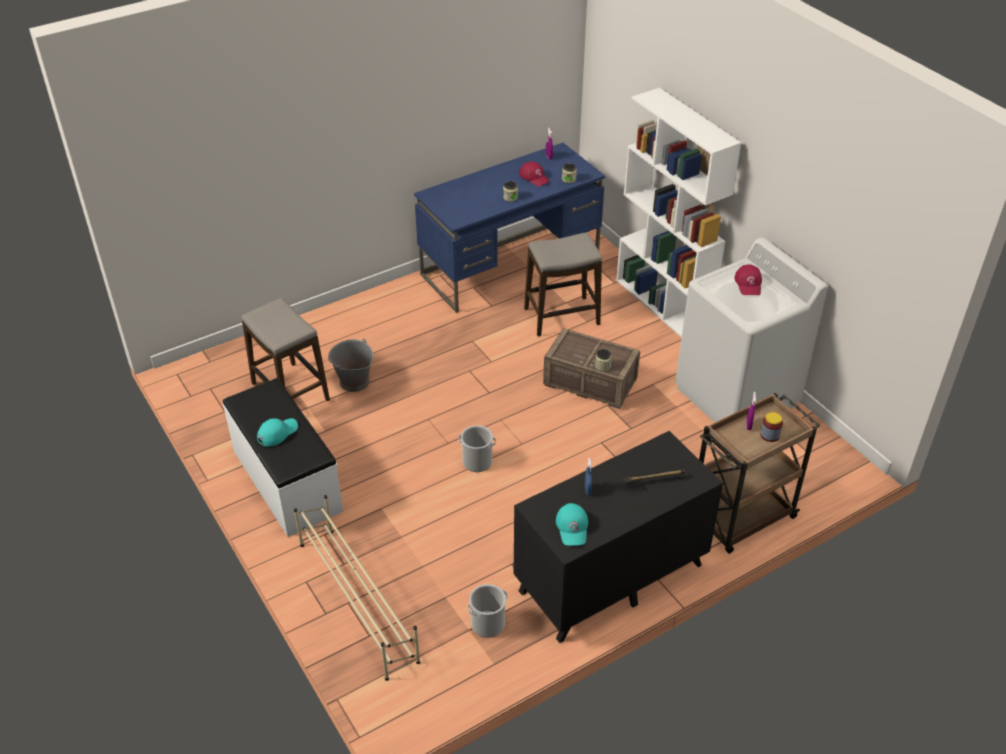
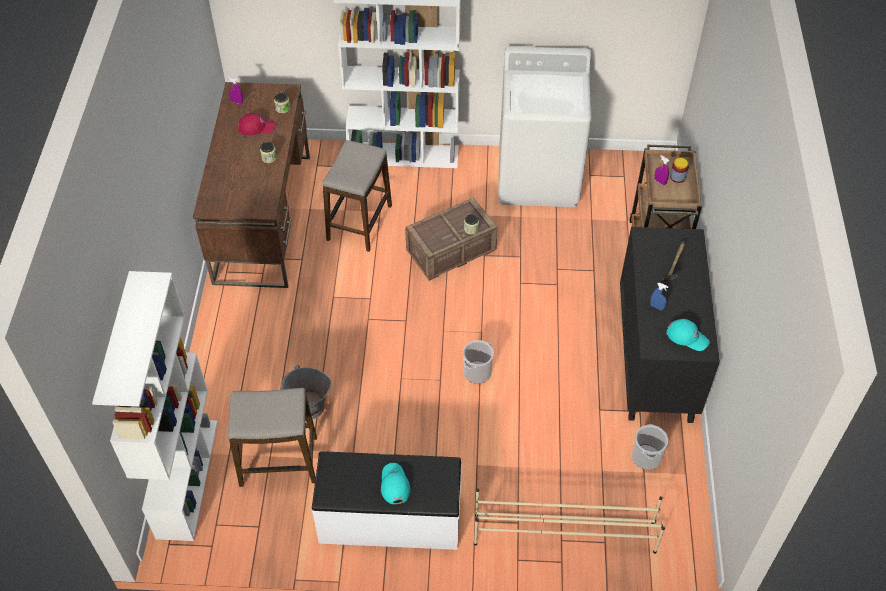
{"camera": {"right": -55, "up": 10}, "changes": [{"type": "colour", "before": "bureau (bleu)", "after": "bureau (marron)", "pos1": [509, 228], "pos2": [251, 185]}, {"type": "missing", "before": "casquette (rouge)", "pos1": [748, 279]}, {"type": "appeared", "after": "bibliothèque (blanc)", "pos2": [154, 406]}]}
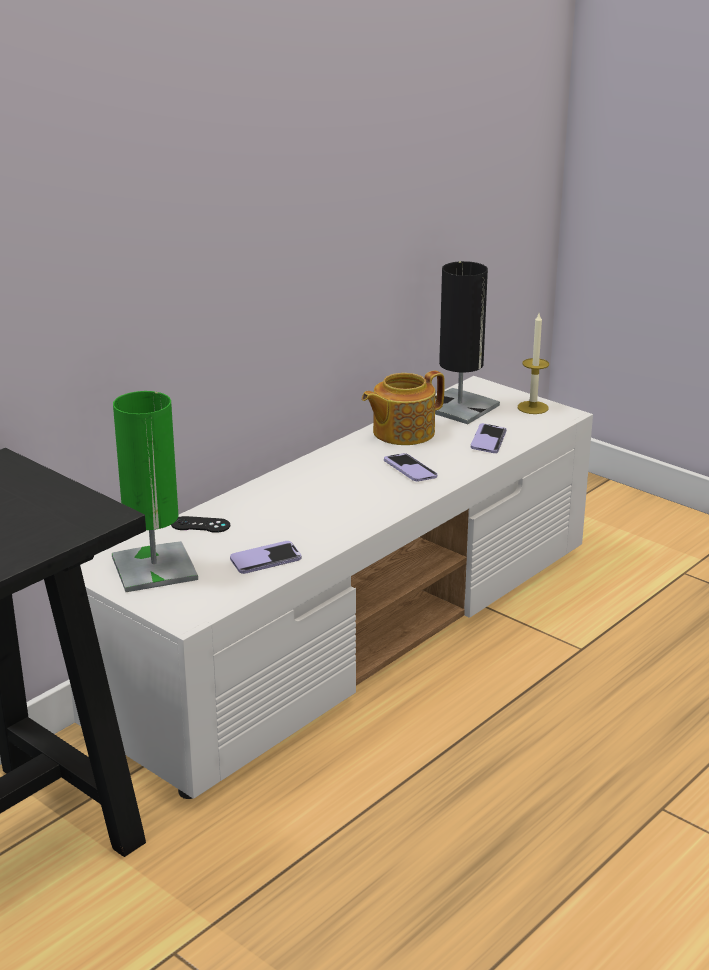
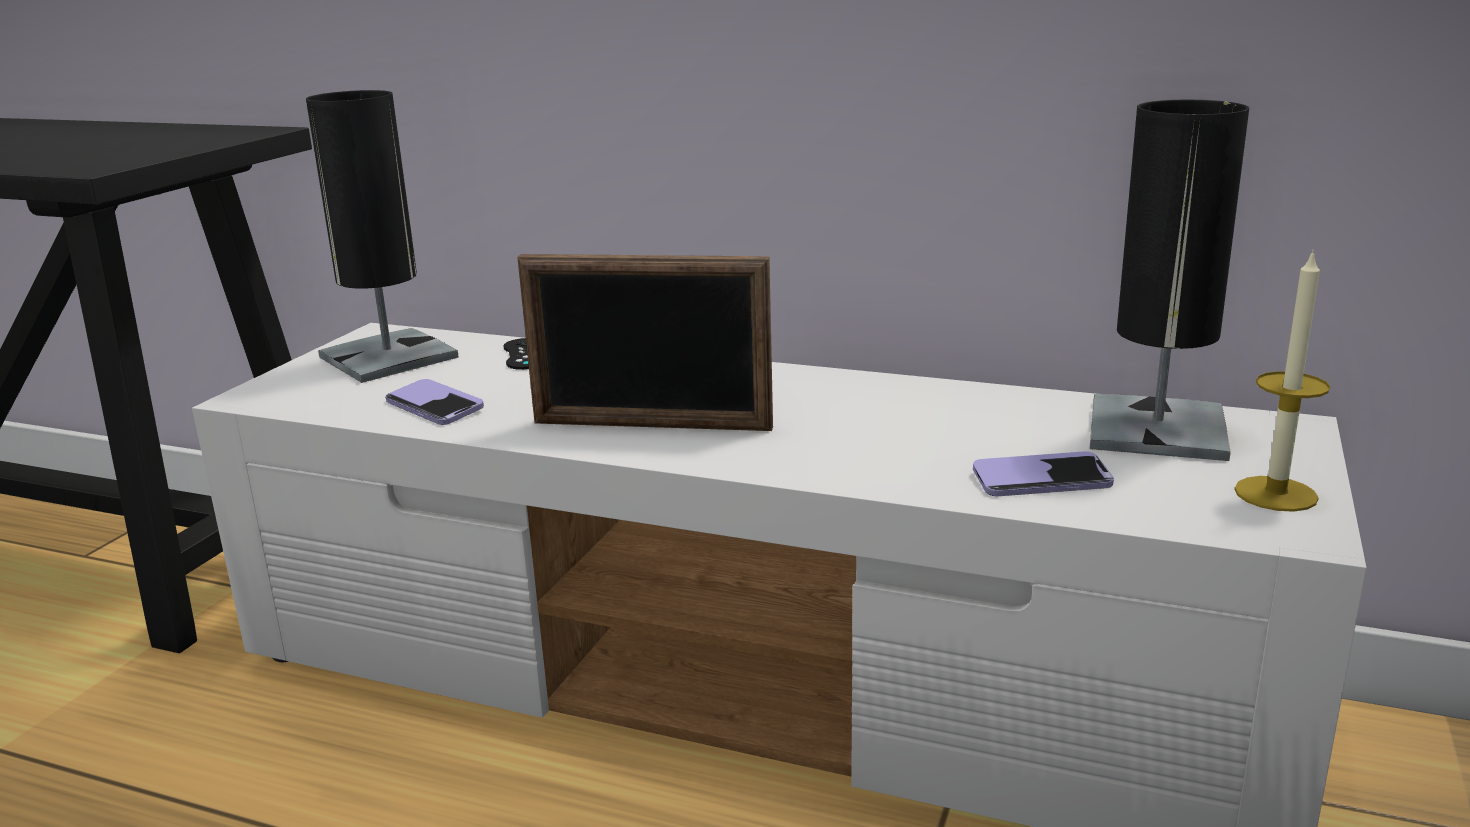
{"camera": {"right": 70, "up": -5}, "changes": [{"type": "colour", "before": "lampe de table (vert)", "after": "lampe de table (noir)", "pos1": [155, 491], "pos2": [382, 236]}, {"type": "missing", "before": "théière", "pos1": [403, 408]}, {"type": "missing", "before": "téléphone", "pos1": [411, 467]}, {"type": "appeared", "after": "cadre photo", "pos2": [645, 342]}]}
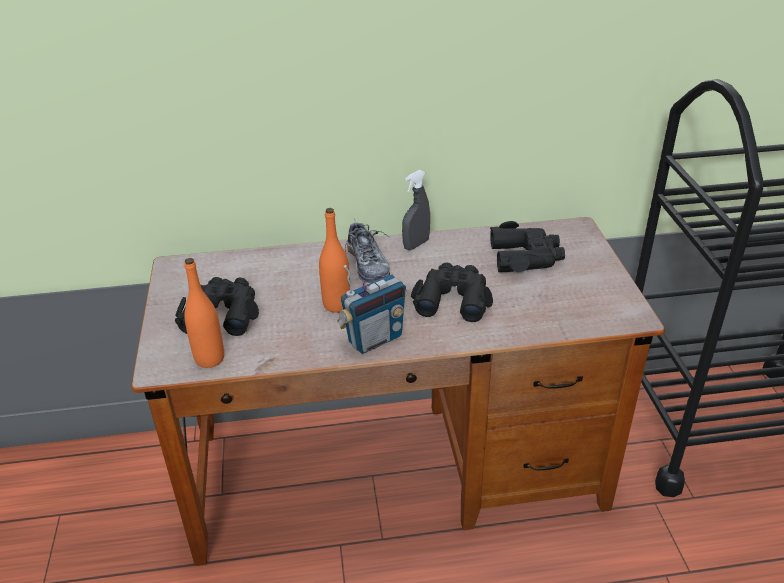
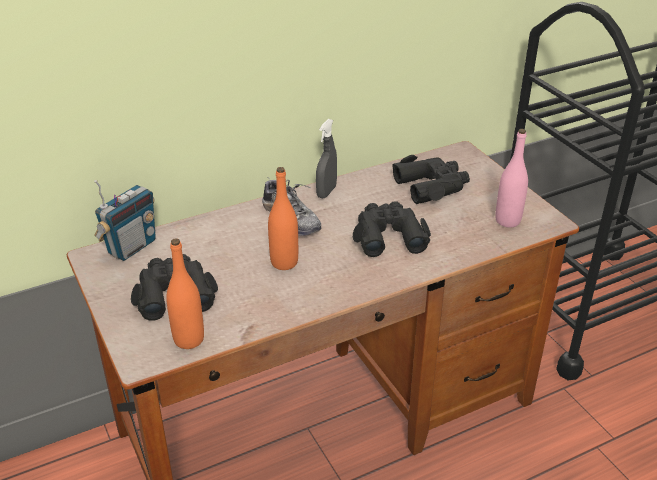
{"camera": {"right": -20, "up": 0}, "changes": [{"type": "relocated", "before": "radio", "pos1": [372, 309], "pos2": [125, 220]}, {"type": "appeared", "after": "bouteille (rose)", "pos2": [511, 178]}]}
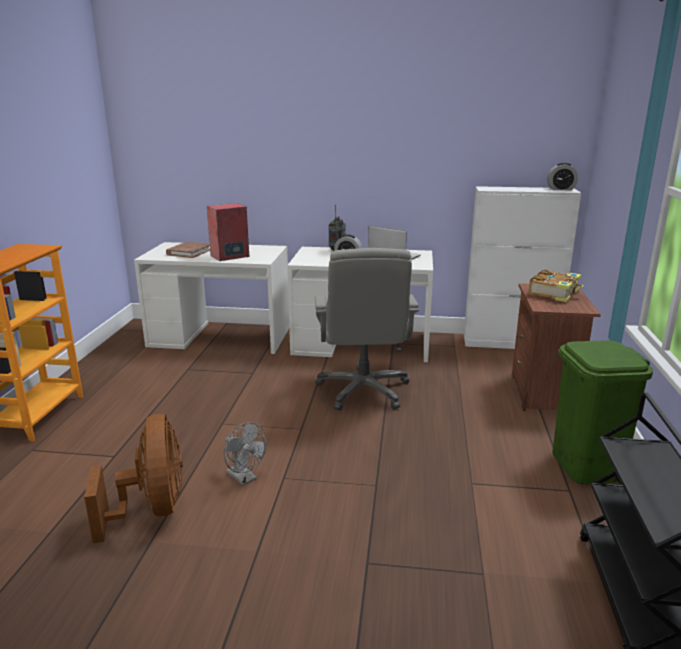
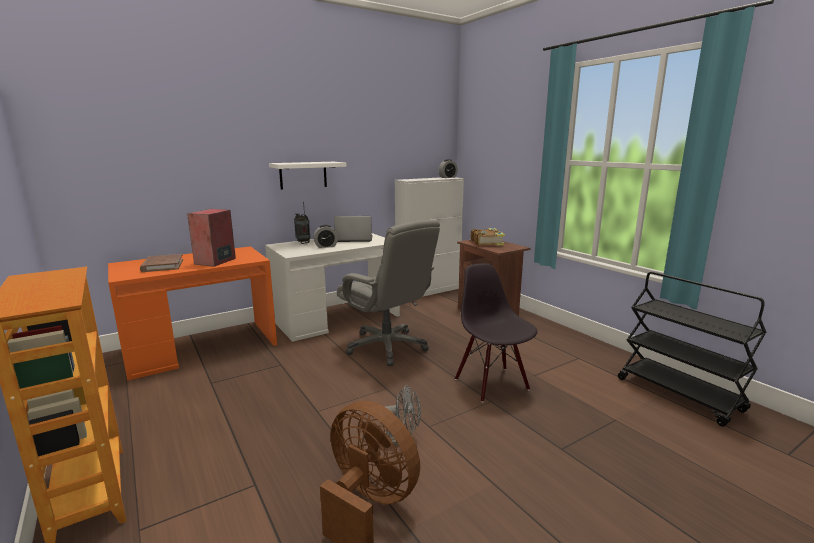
{"camera": {"right": -40, "up": -5}, "changes": [{"type": "colour", "before": "bureau (blanc)", "after": "bureau (orange)", "pos1": [211, 298], "pos2": [192, 313]}, {"type": "missing", "before": "poubelle (vert)", "pos1": [602, 412]}, {"type": "appeared", "after": "étagère (blanc)", "pos2": [308, 176]}, {"type": "appeared", "after": "chaise (noir)", "pos2": [496, 332]}]}
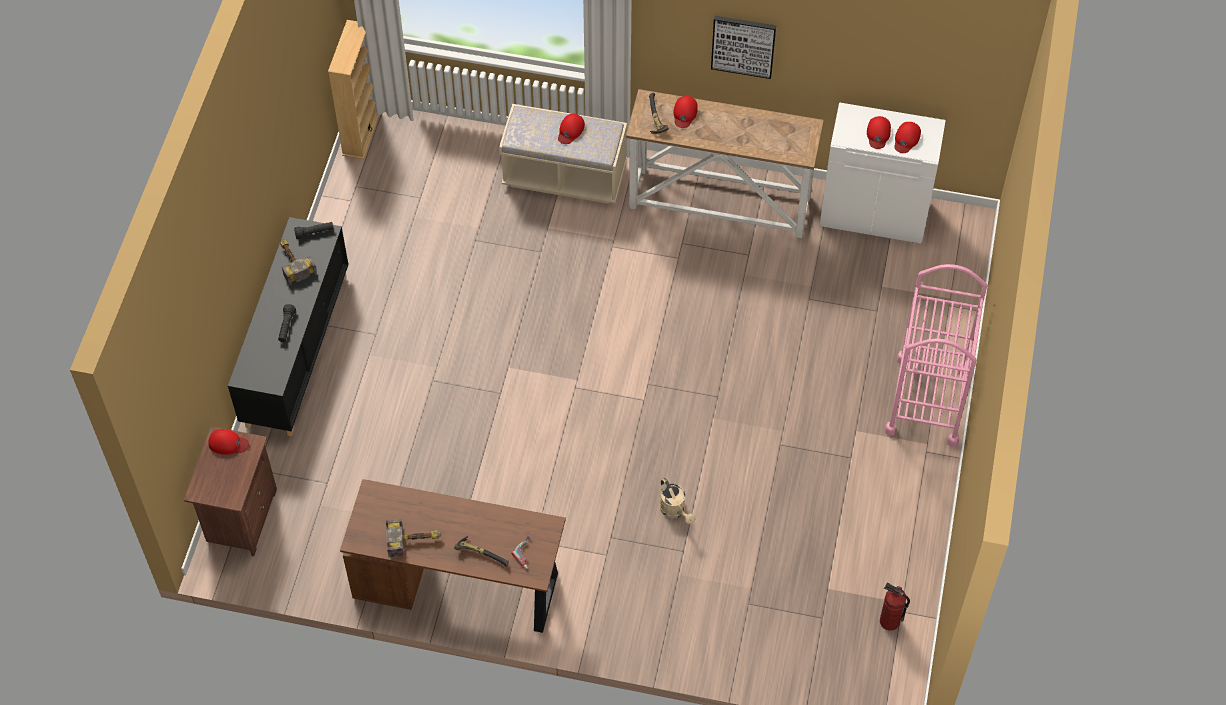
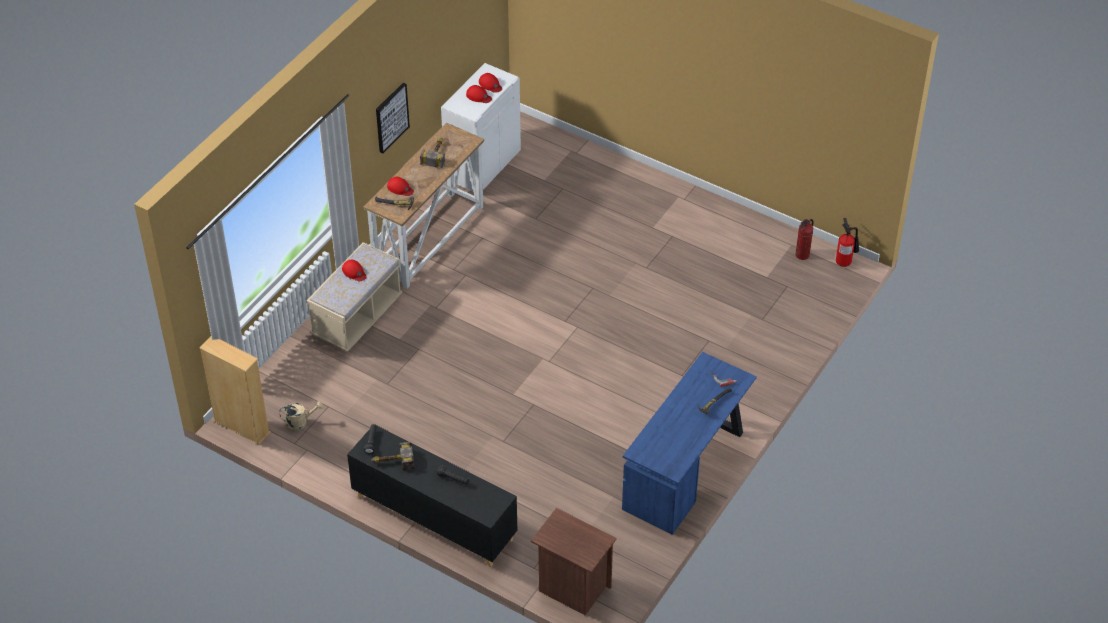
{"camera": {"right": -70, "up": -10}, "changes": [{"type": "missing", "before": "casquette (rouge)", "pos1": [229, 442]}, {"type": "colour", "before": "bureau (marron)", "after": "bureau (bleu)", "pos1": [453, 556], "pos2": [689, 443]}, {"type": "relocated", "before": "marteau", "pos1": [414, 538], "pos2": [432, 153]}, {"type": "relocated", "before": "arrosoir (beige)", "pos1": [677, 501], "pos2": [301, 416]}, {"type": "missing", "before": "chariot (rose)", "pos1": [936, 355]}, {"type": "appeared", "after": "extincteur", "pos2": [847, 242]}]}
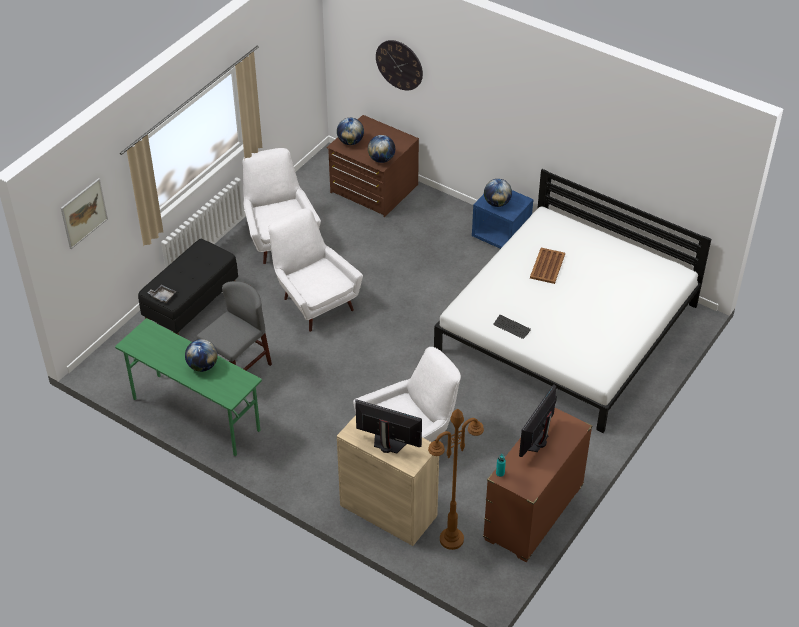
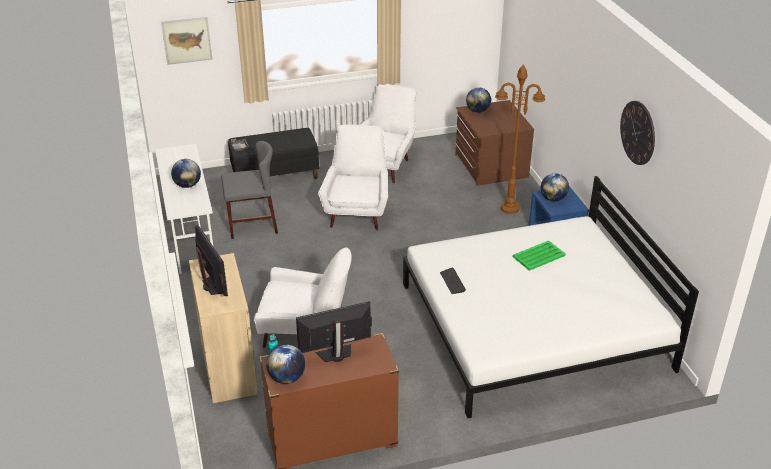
{"camera": {"right": 40, "up": -10}, "changes": [{"type": "colour", "before": "bureau (vert)", "after": "bureau (blanc)", "pos1": [188, 387], "pos2": [184, 209]}, {"type": "relocated", "before": "globe", "pos1": [381, 149], "pos2": [285, 364]}, {"type": "relocated", "before": "horloge murale", "pos1": [399, 65], "pos2": [637, 133]}, {"type": "relocated", "before": "lampadaire (marron)", "pos1": [456, 479], "pos2": [520, 139]}, {"type": "colour", "before": "plateau (marron)", "after": "plateau (vert)", "pos1": [547, 266], "pos2": [539, 255]}]}
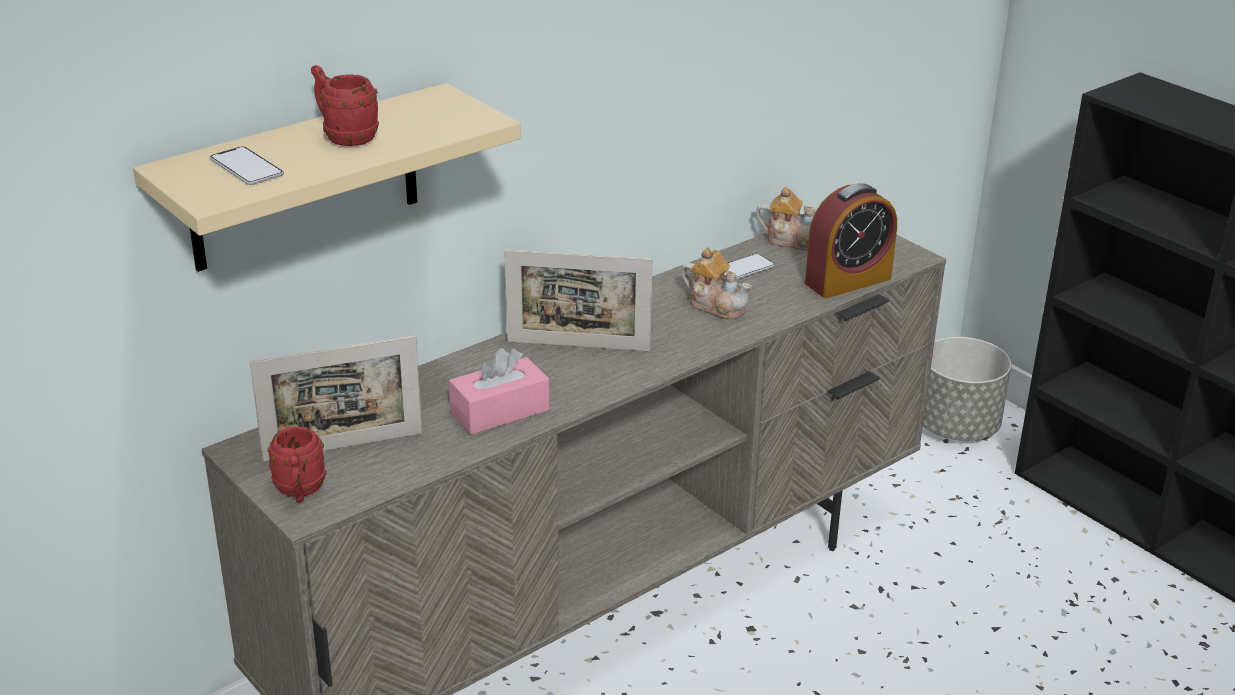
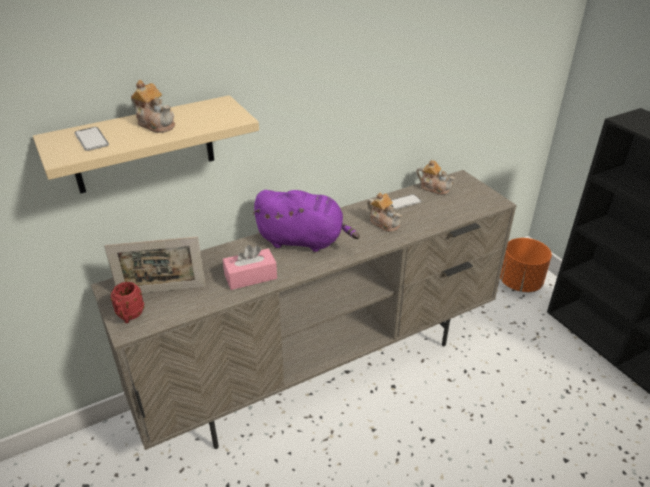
{"camera": {"right": 10, "up": 5}, "changes": [{"type": "exchanged", "before": "mug (rouge)", "after": "théière", "pos1": [345, 105], "pos2": [153, 106]}, {"type": "exchanged", "before": "cadre photo", "after": "peluche (violet)", "pos1": [578, 300], "pos2": [306, 221]}, {"type": "missing", "before": "réveil", "pos1": [851, 240]}, {"type": "colour", "before": "cache-pot (gris)", "after": "cache-pot (orange)", "pos1": [967, 389], "pos2": [526, 265]}]}
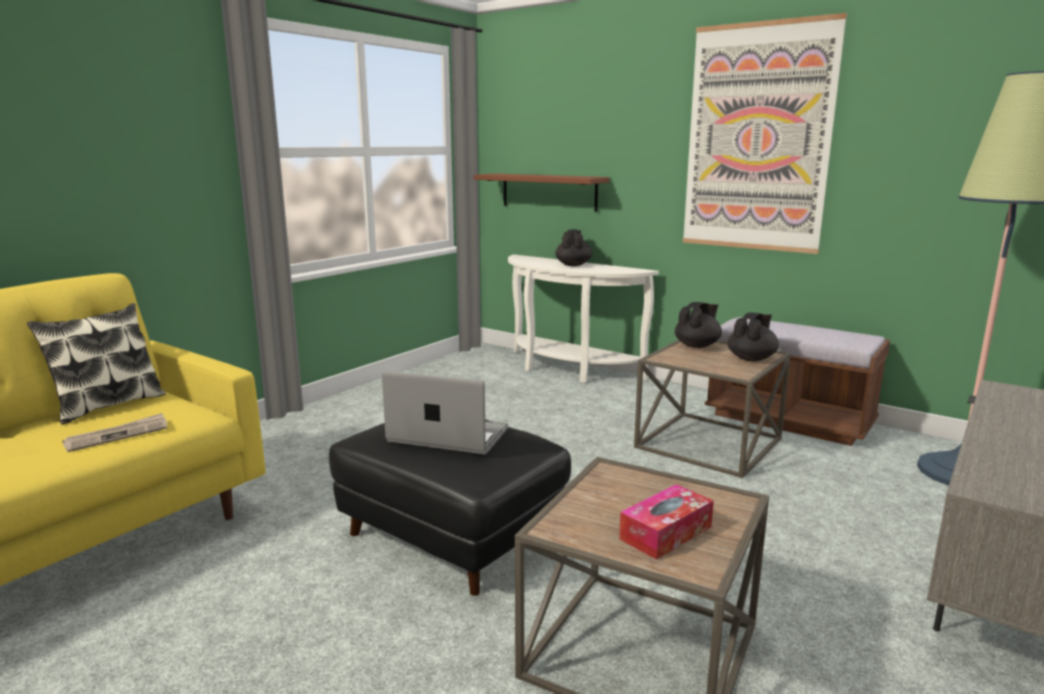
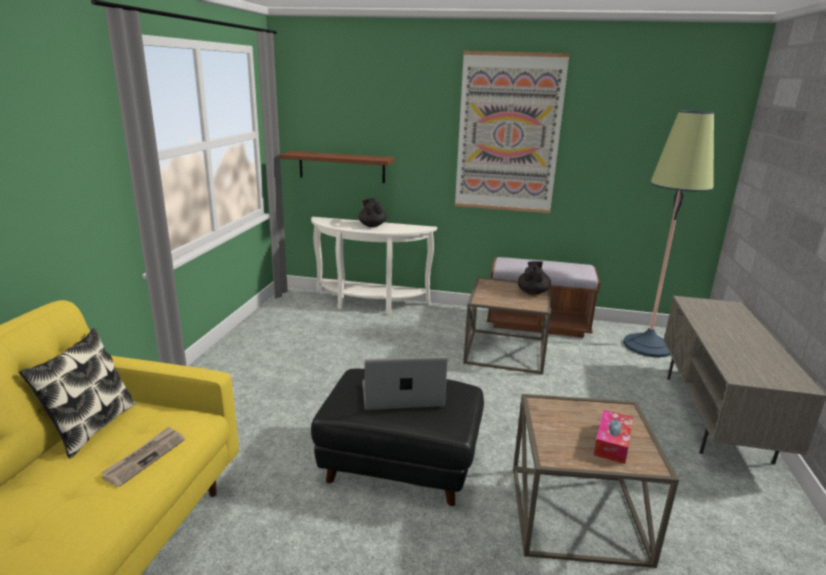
{"camera": {"right": -25, "up": 5}, "changes": [{"type": "missing", "before": "théière (noir)", "pos1": [698, 325]}]}
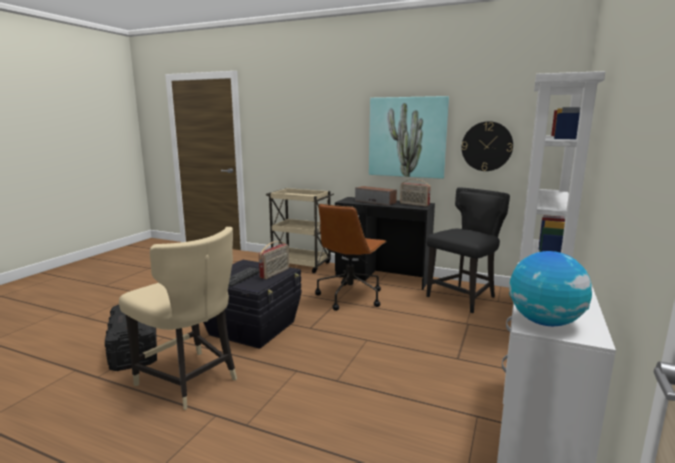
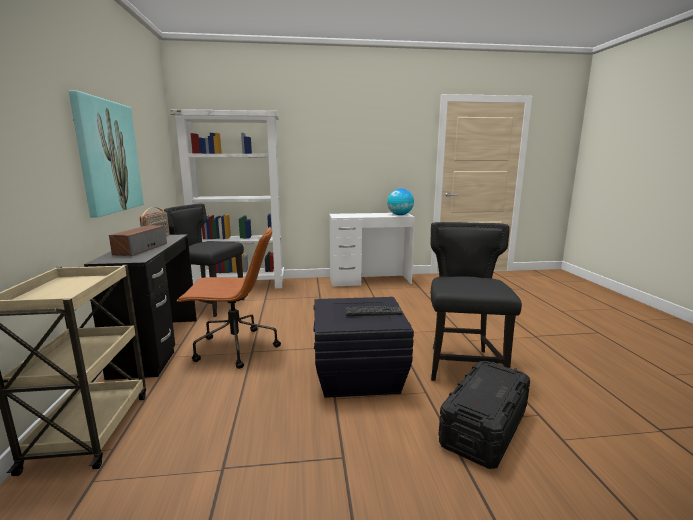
{"camera": {"right": -120, "up": 0}, "changes": [{"type": "colour", "before": "chaise (beige)", "after": "chaise (noir)", "pos1": [178, 318], "pos2": [476, 301]}, {"type": "missing", "before": "radio", "pos1": [274, 260]}, {"type": "missing", "before": "horloge murale", "pos1": [487, 146]}]}
